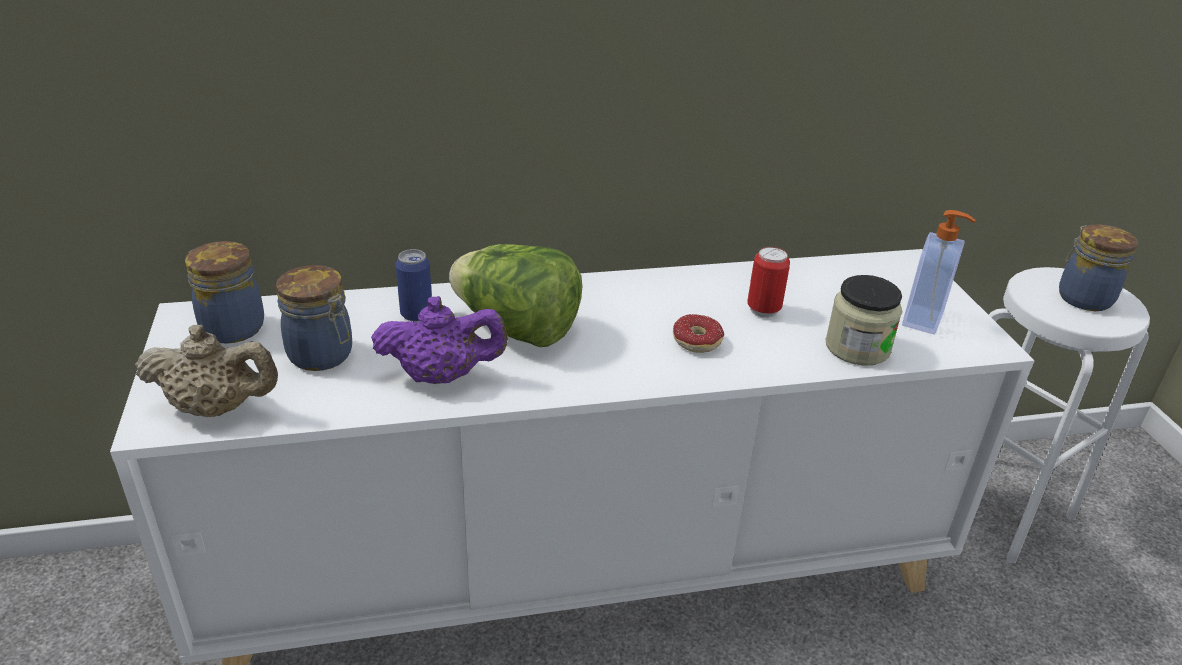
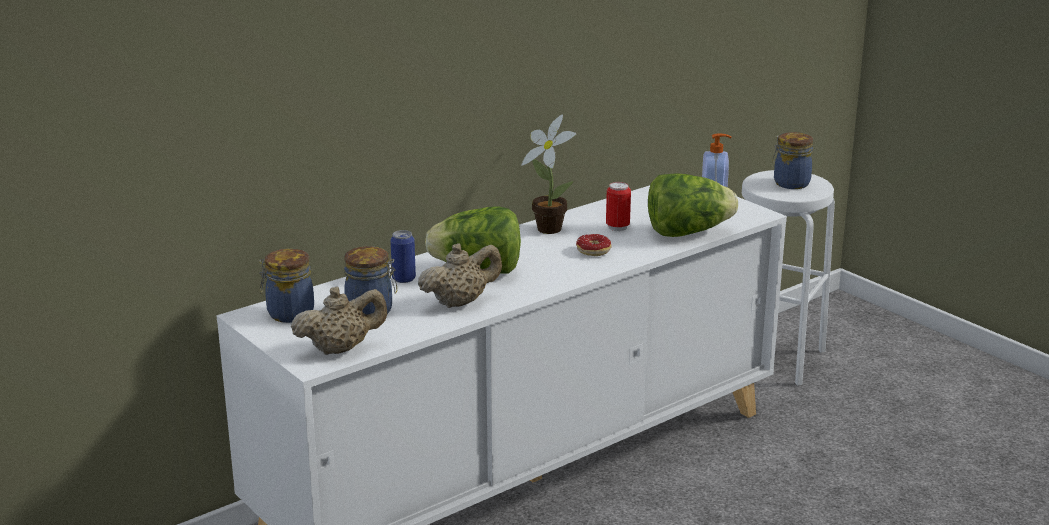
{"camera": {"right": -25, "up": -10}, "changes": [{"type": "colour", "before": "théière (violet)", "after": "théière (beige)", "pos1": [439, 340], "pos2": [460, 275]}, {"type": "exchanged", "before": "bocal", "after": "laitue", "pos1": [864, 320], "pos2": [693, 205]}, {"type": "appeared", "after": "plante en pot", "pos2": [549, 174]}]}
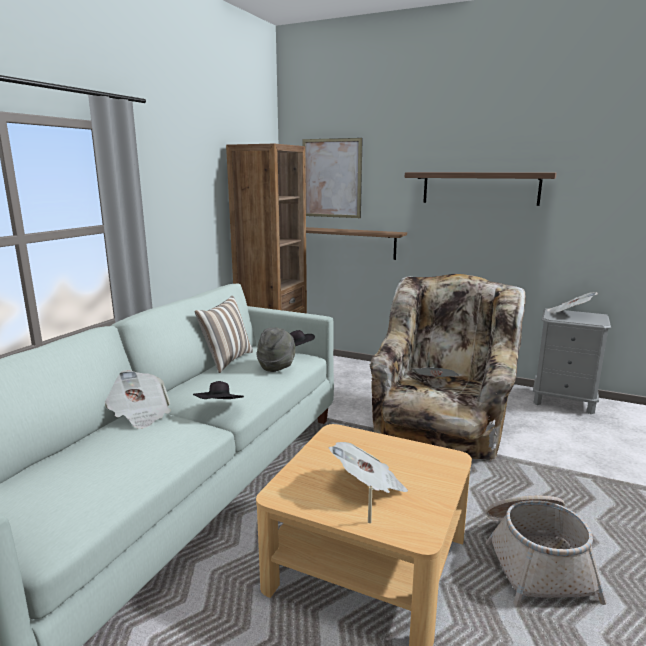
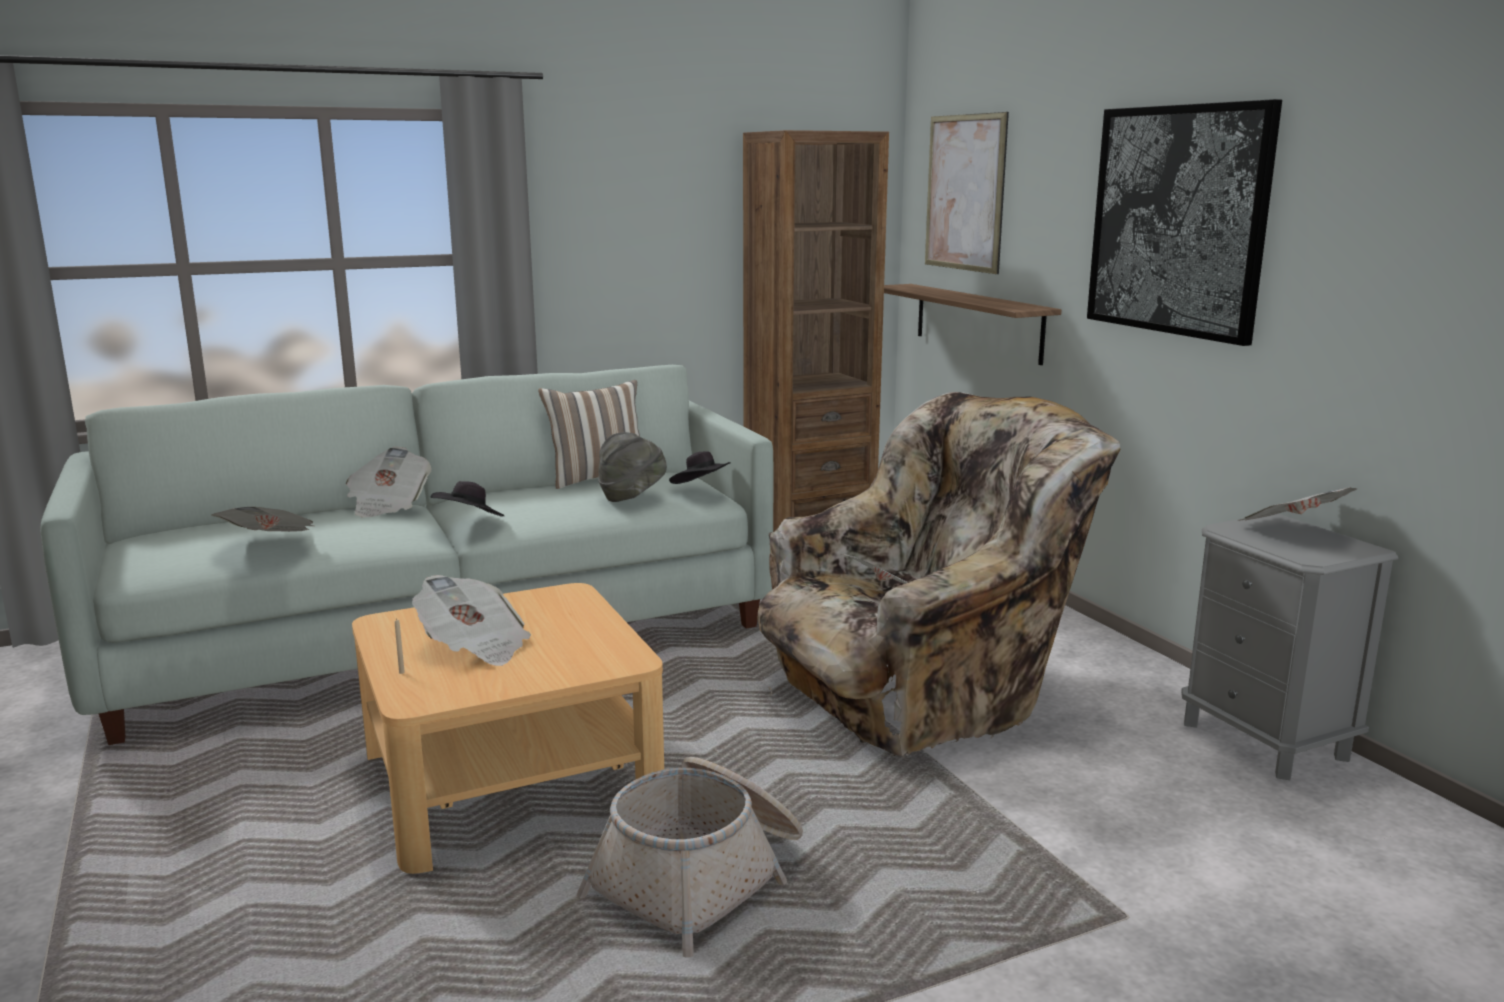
{"camera": {"right": 40, "up": 0}, "changes": [{"type": "exchanged", "before": "étagère", "after": "tableau", "pos1": [481, 189], "pos2": [1184, 222]}, {"type": "appeared", "after": "journal", "pos2": [262, 519]}]}
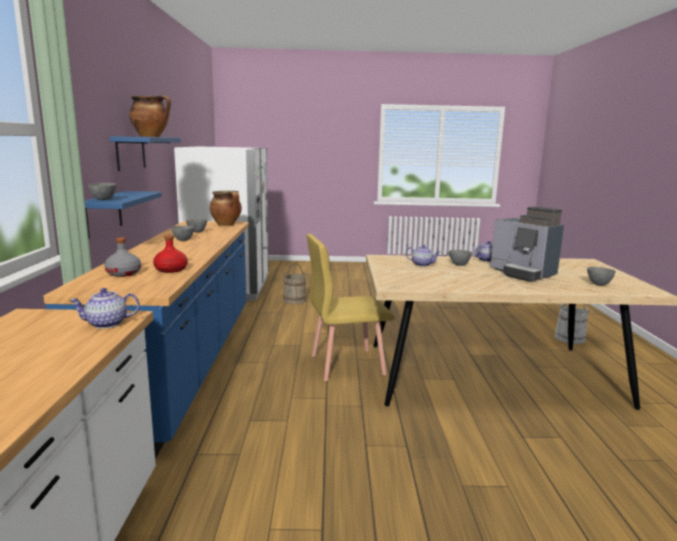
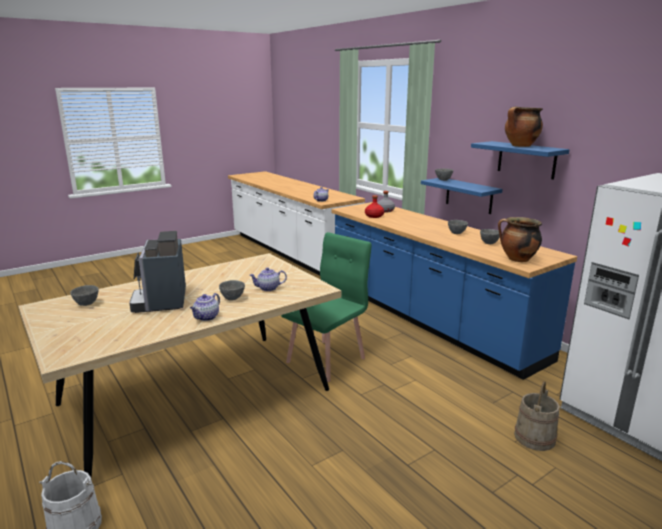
{"camera": {"right": 145, "up": 5}, "changes": [{"type": "colour", "before": "chaise (jaune)", "after": "chaise (vert)", "pos1": [351, 307], "pos2": [326, 307]}, {"type": "spun", "before": "machine à café", "pos1": [527, 244], "pos2": [157, 272], "turn": -120}]}
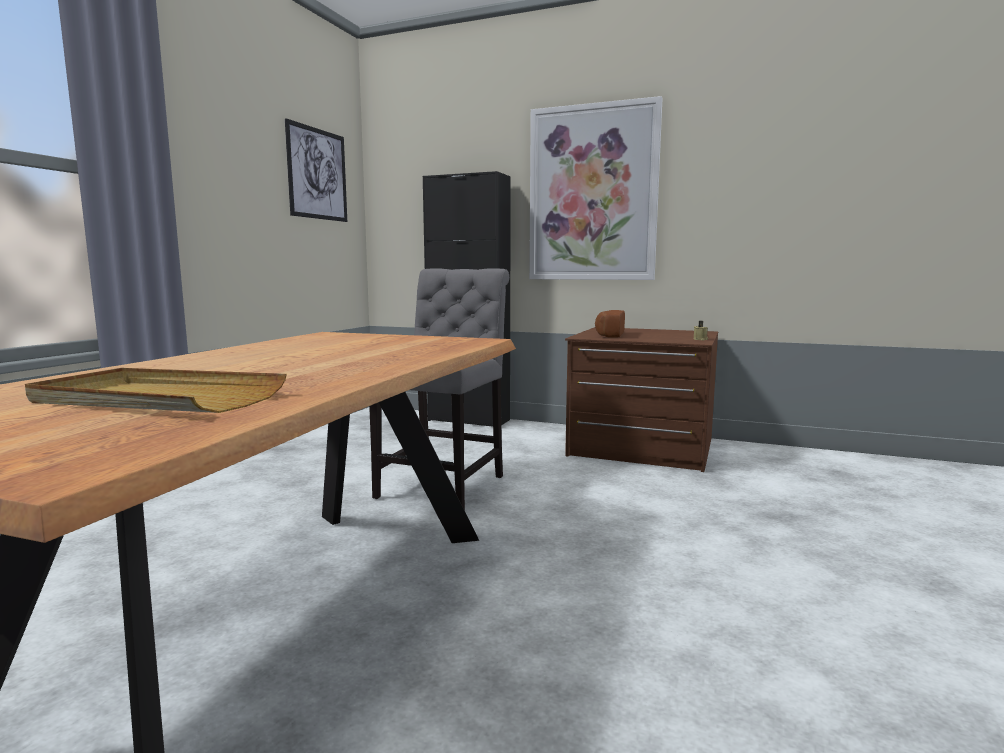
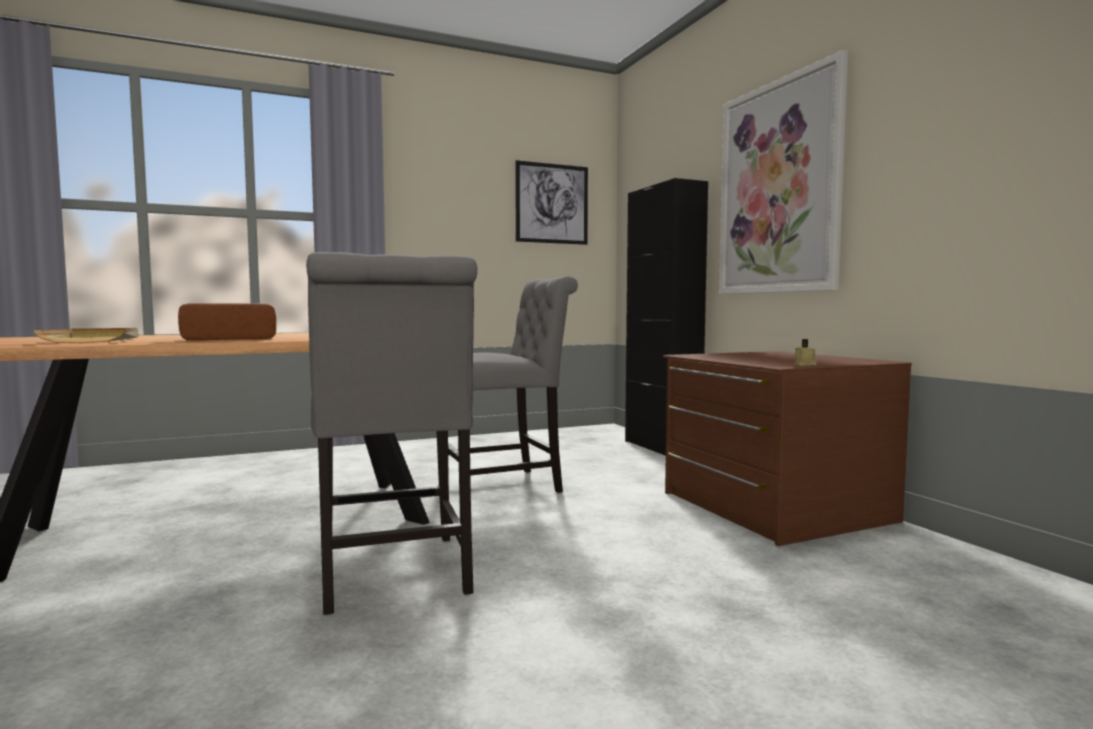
{"camera": {"right": 45, "up": -5}, "changes": [{"type": "relocated", "before": "pain", "pos1": [610, 324], "pos2": [227, 321]}, {"type": "appeared", "after": "chaise (gris)", "pos2": [391, 433]}]}
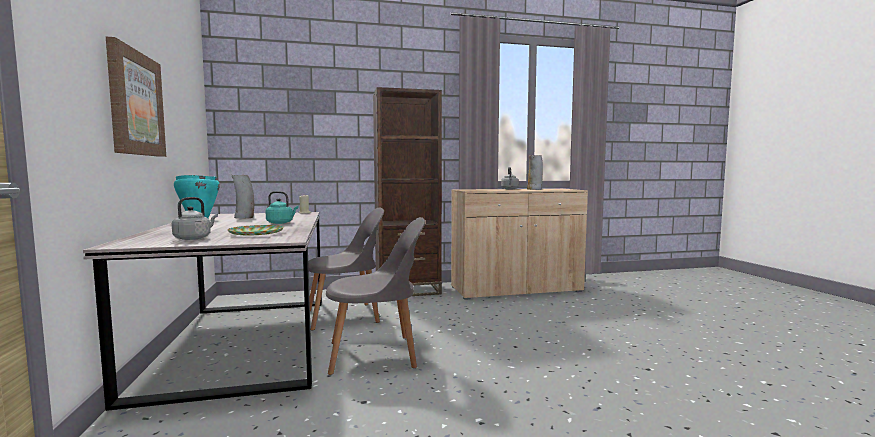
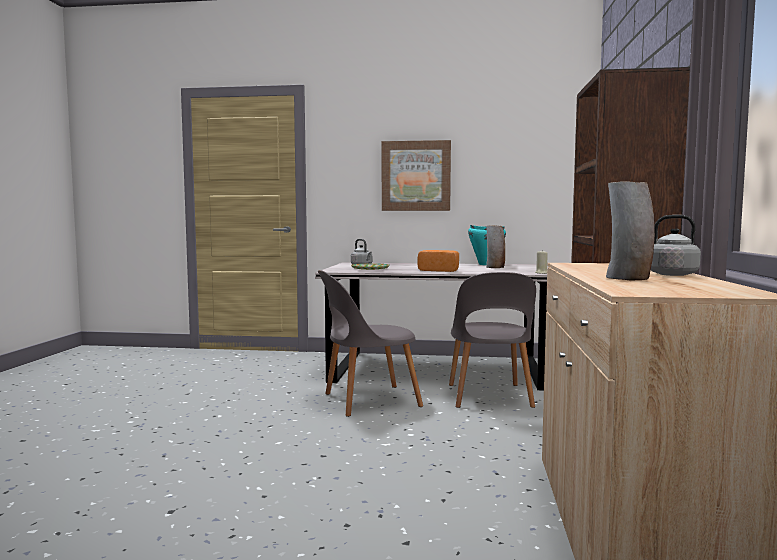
{"camera": {"right": 110, "up": 0}, "changes": [{"type": "exchanged", "before": "bouilloire (turquoise)", "after": "pain", "pos1": [281, 207], "pos2": [438, 261]}, {"type": "spun", "before": "chaise (gris)", "pos1": [375, 296], "pos2": [370, 343], "turn": 60}]}
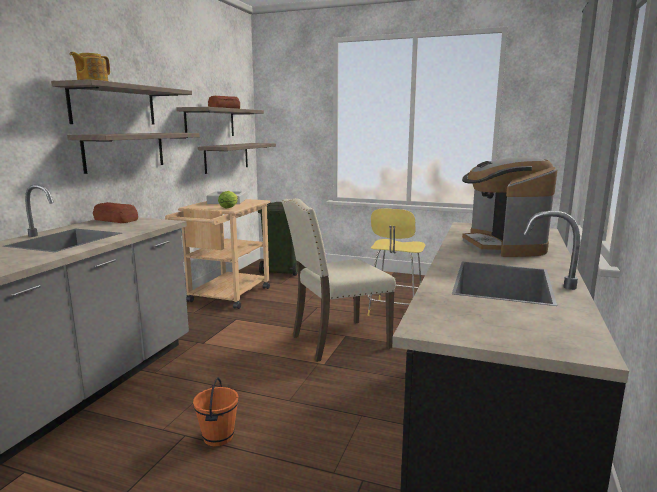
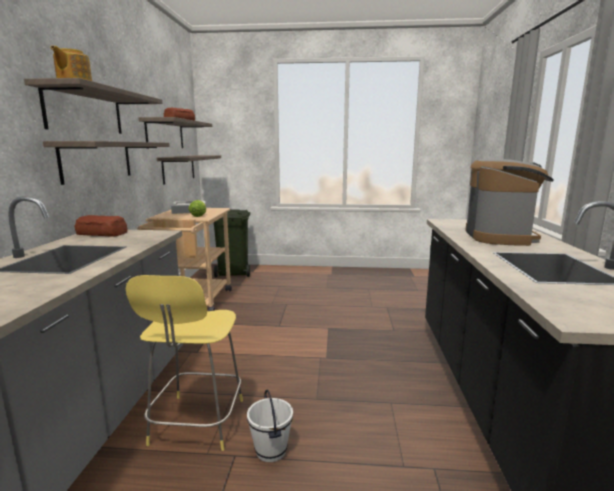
{"camera": {"right": -15, "up": 0}, "changes": [{"type": "colour", "before": "seau (orange)", "after": "seau (blanc)", "pos1": [216, 411], "pos2": [270, 425]}, {"type": "missing", "before": "chaise (beige)", "pos1": [339, 280]}, {"type": "relocated", "before": "tabouret (jaune)", "pos1": [396, 262], "pos2": [184, 363]}, {"type": "spun", "before": "machine à café", "pos1": [509, 207], "pos2": [509, 202], "turn": -150}]}
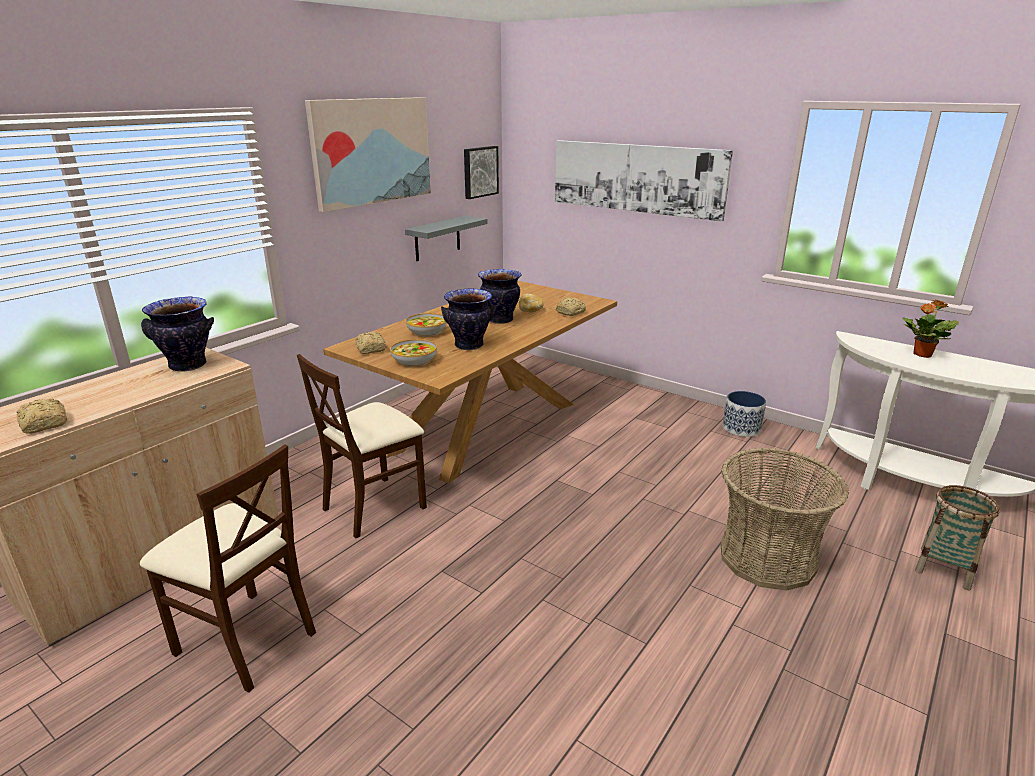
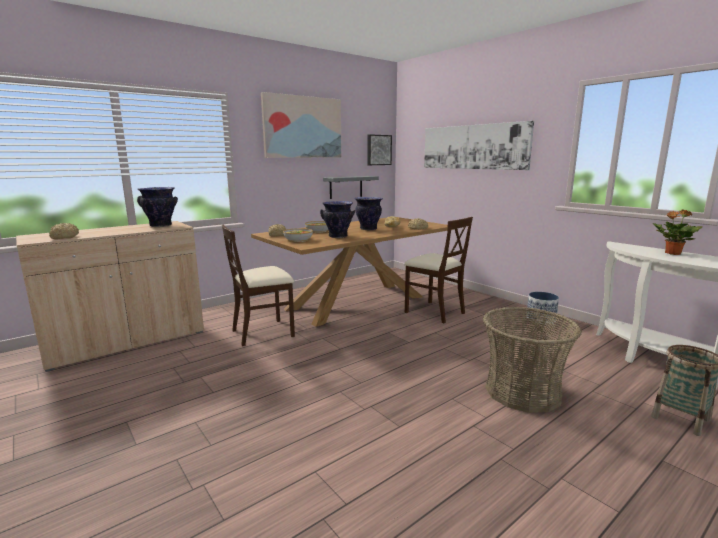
{"camera": {"right": 15, "up": -10}, "changes": [{"type": "relocated", "before": "chaise (beige)", "pos1": [228, 568], "pos2": [438, 270]}]}
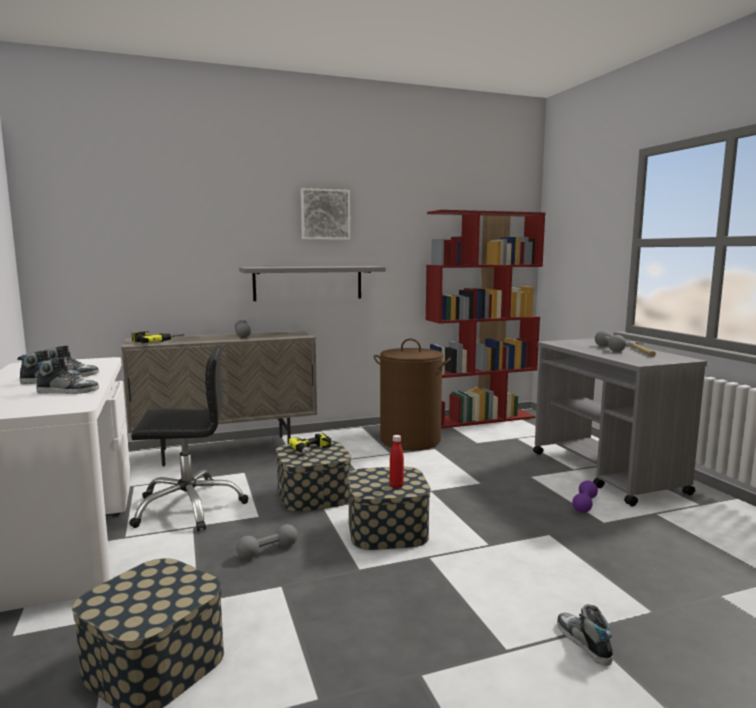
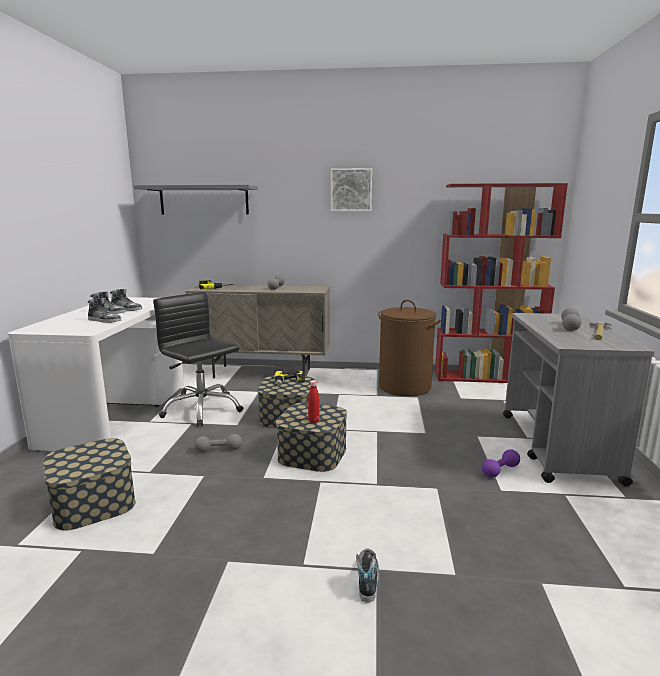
{"camera": {"right": 25, "up": 5}, "changes": [{"type": "spun", "before": "chaise de bureau (noir)", "pos1": [188, 438], "pos2": [198, 359], "turn": -150}, {"type": "relocated", "before": "étagère (gris)", "pos1": [312, 283], "pos2": [196, 200]}]}
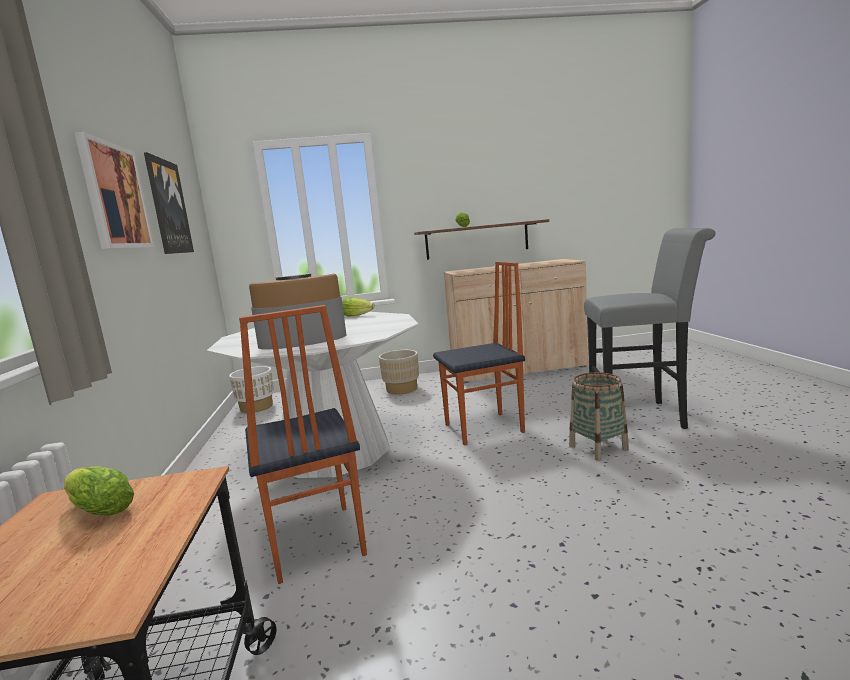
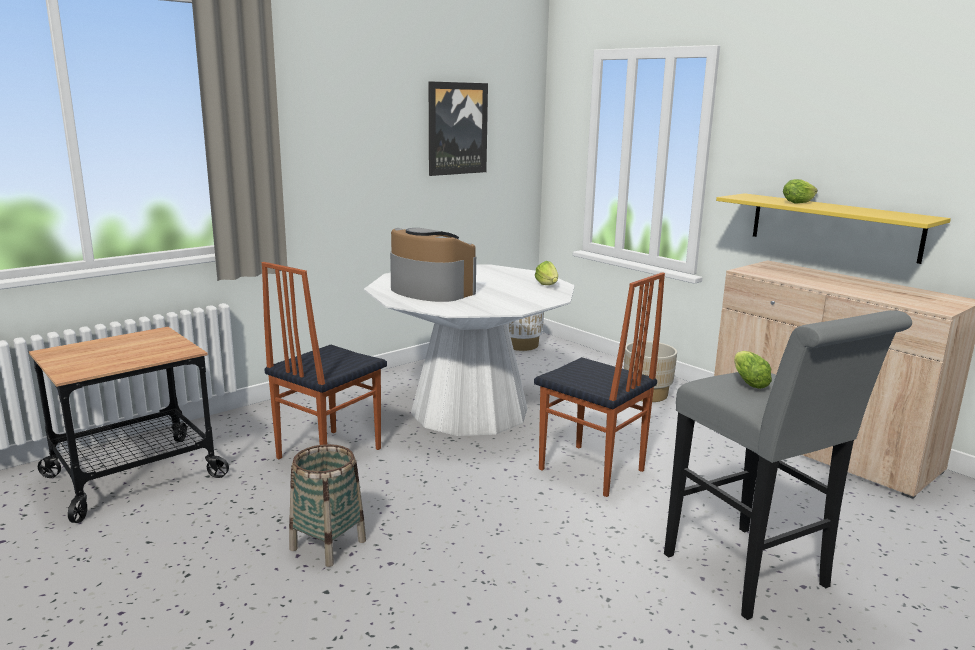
{"camera": {"right": 55, "up": 5}, "changes": [{"type": "relocated", "before": "laitue", "pos1": [99, 491], "pos2": [753, 370]}, {"type": "missing", "before": "tableau", "pos1": [114, 190]}, {"type": "colour", "before": "étagère (marron)", "after": "étagère (jaune)", "pos1": [481, 239], "pos2": [833, 228]}, {"type": "relocated", "before": "panier", "pos1": [599, 416], "pos2": [327, 505]}]}
